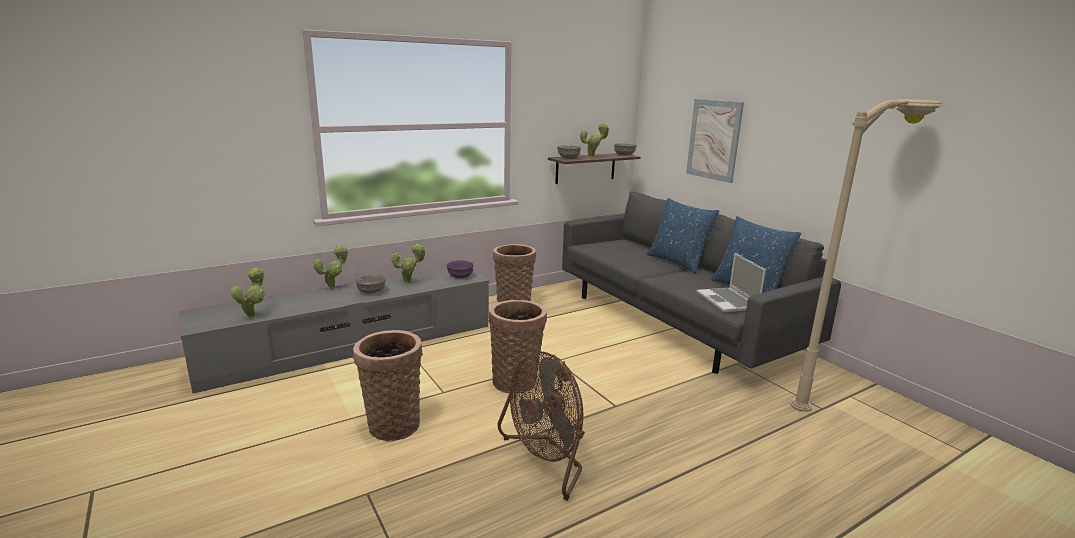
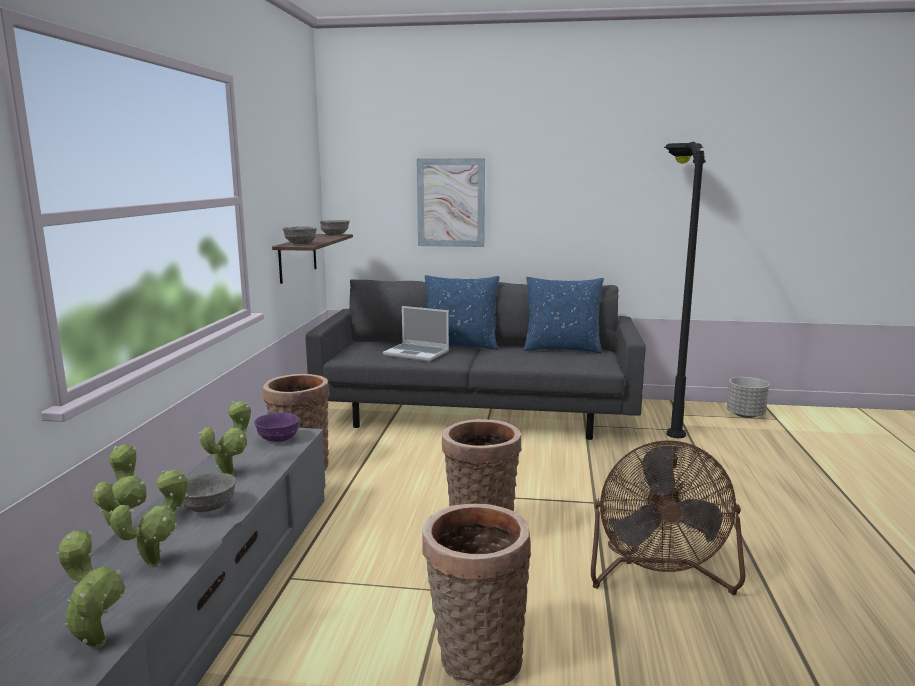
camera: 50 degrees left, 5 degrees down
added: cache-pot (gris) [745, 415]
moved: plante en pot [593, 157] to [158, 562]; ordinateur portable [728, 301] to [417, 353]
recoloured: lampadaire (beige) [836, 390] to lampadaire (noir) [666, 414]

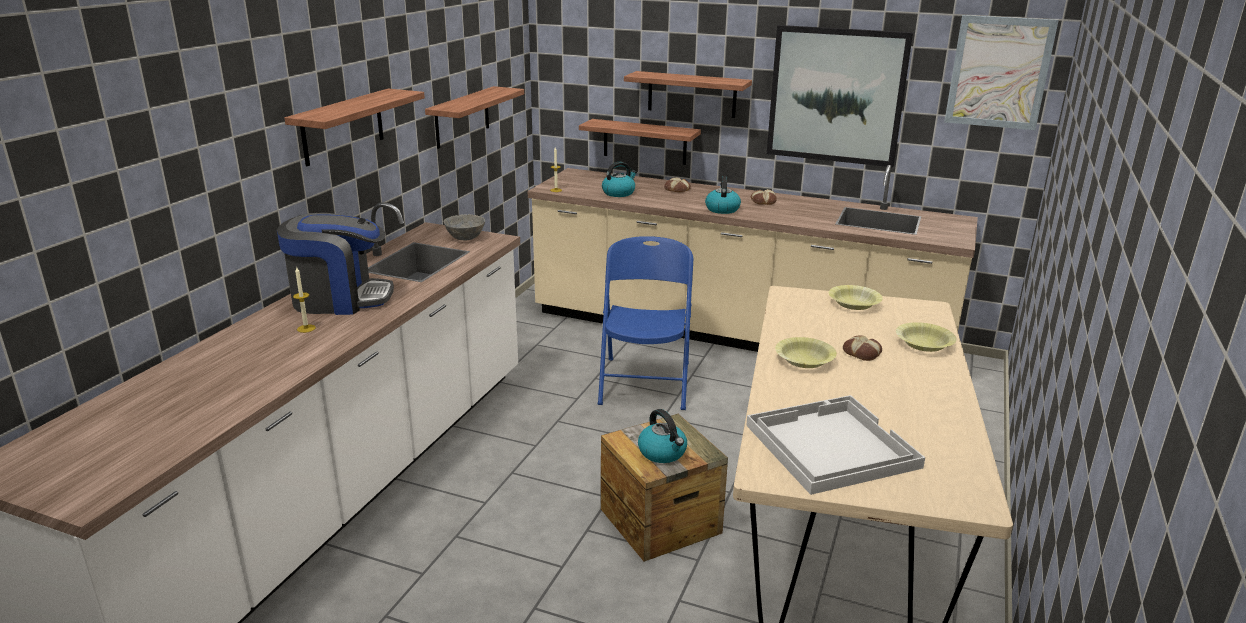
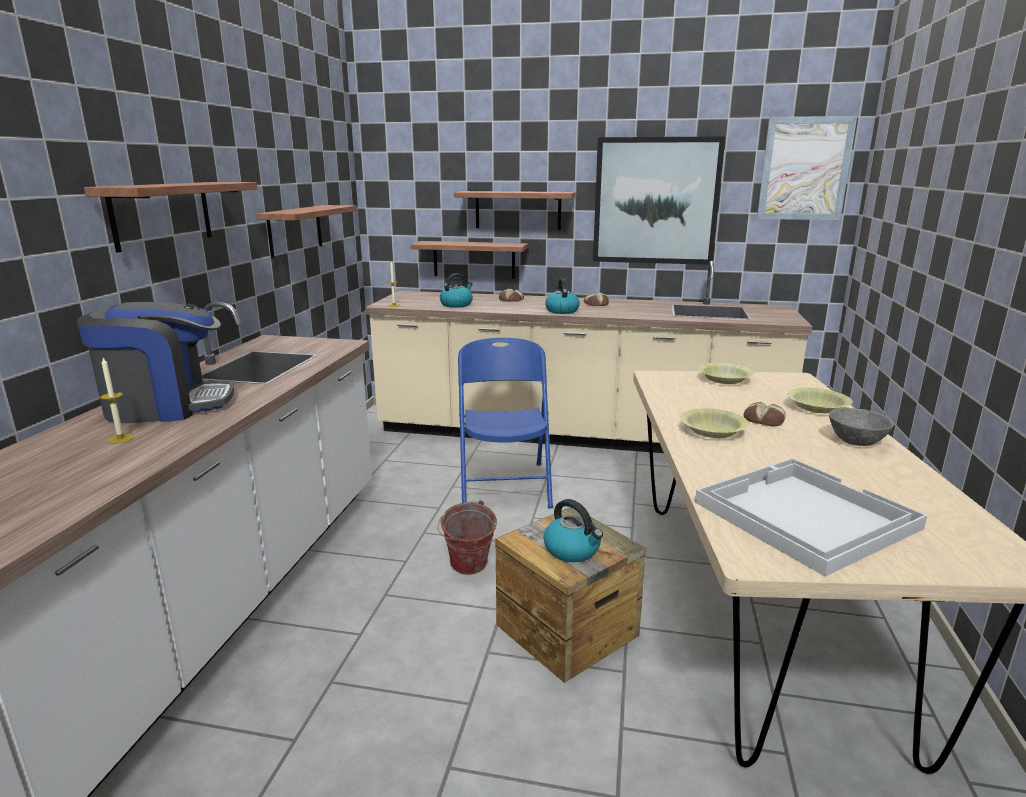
camera: 10 degrees left, 5 degrees down
added: seau [468, 570]
moved: bol (gris) [465, 238] to [856, 442]

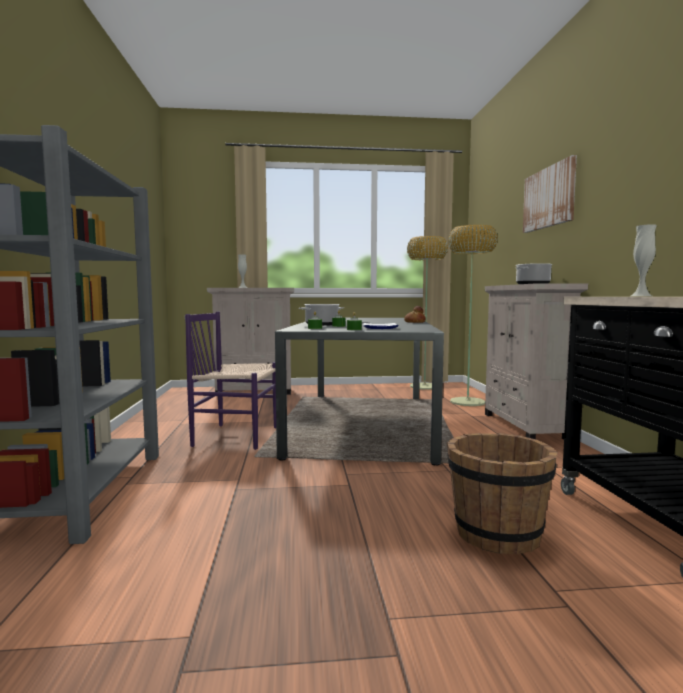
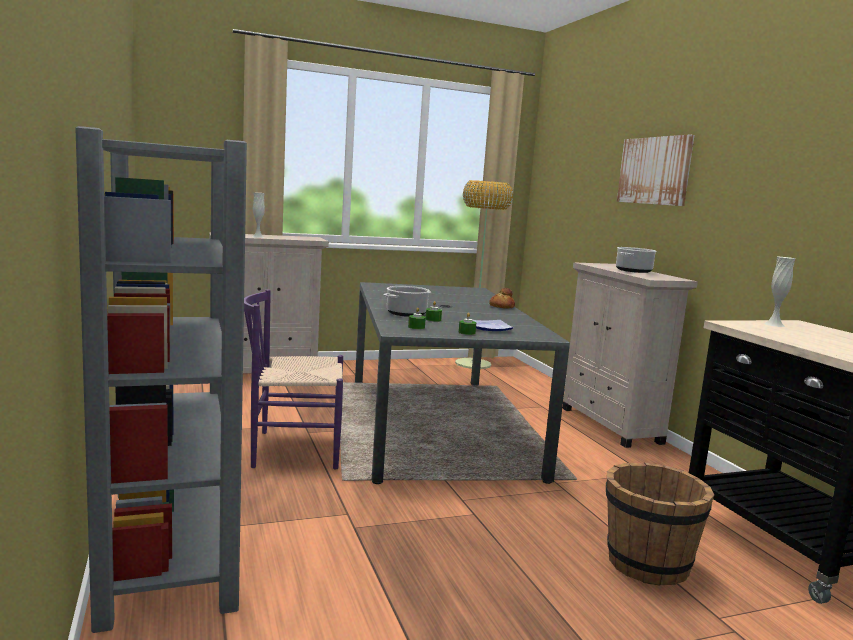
camera: 15 degrees left, 5 degrees up
removed: lampadaire [467, 402]

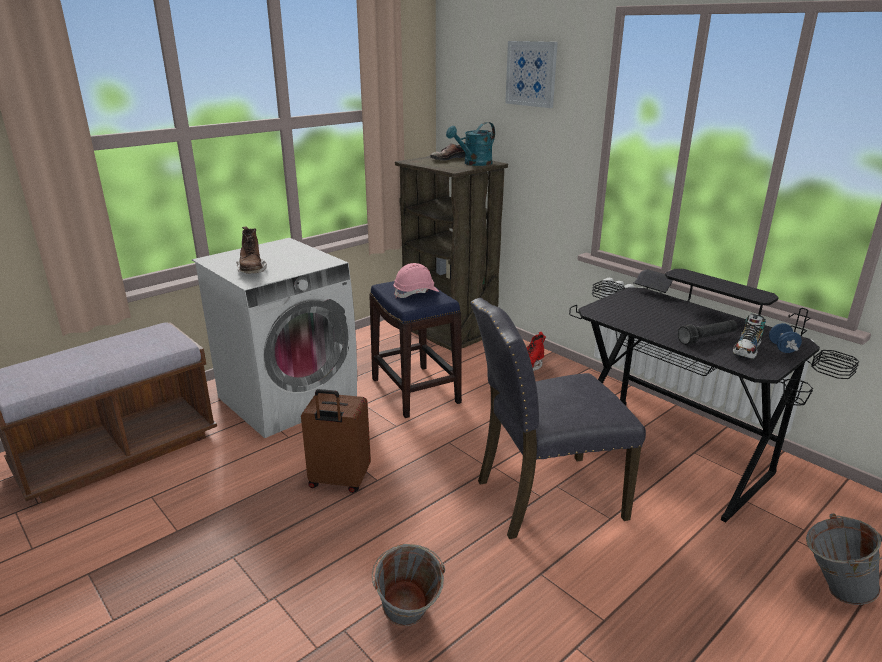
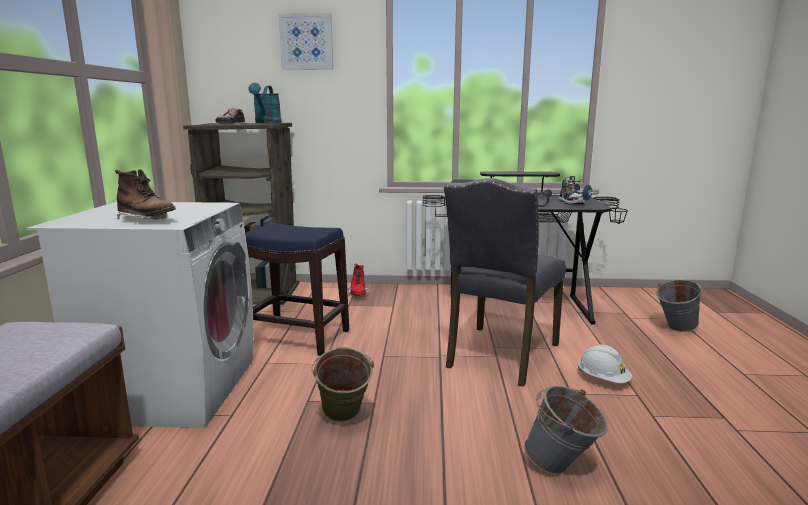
camera: 45 degrees left, 10 degrees down
removed: casque de chantier (rose) [416, 293]
added: casque de chantier (blanc) [603, 379]
replaced: valise (marron) [339, 481] to seau (vert) [343, 419]

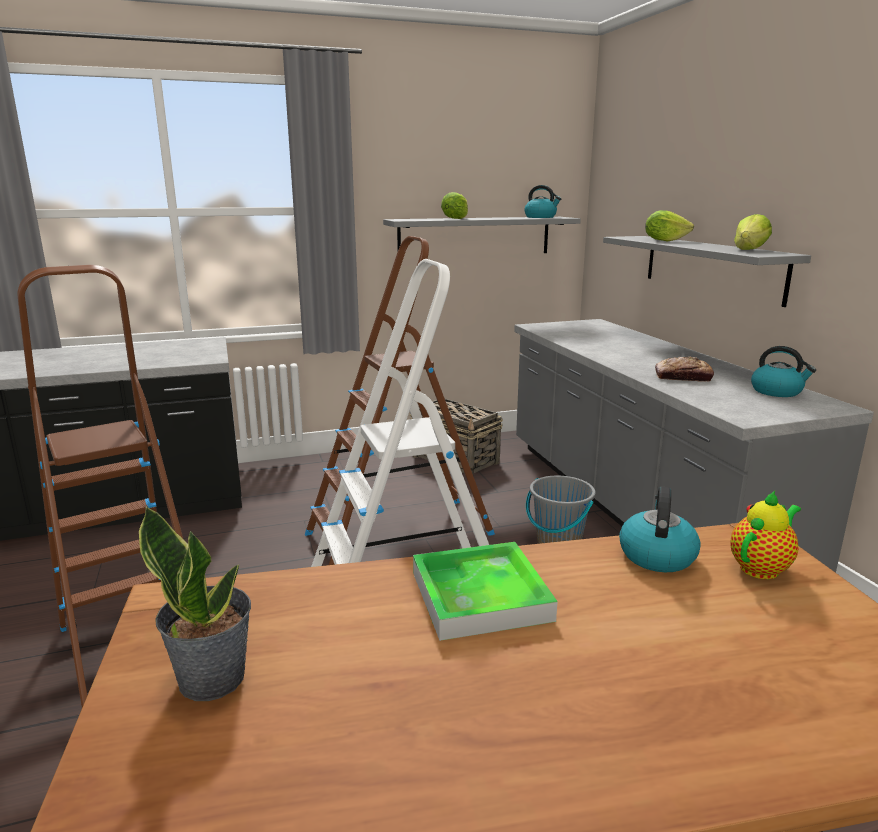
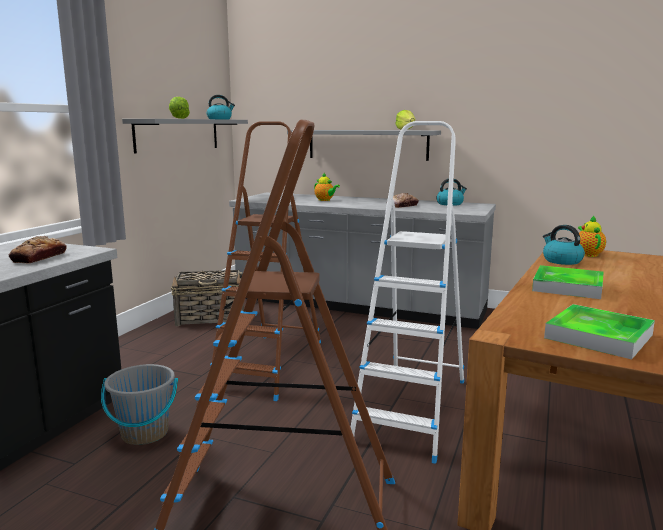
camera: 50 degrees left, 5 degrees down
removed: laitue [664, 240]
added: pain [39, 257]; théière [325, 200]
moved: seau (gris) [558, 542] to [144, 433]
replaced: plante en pot [213, 677] to plateau [598, 336]

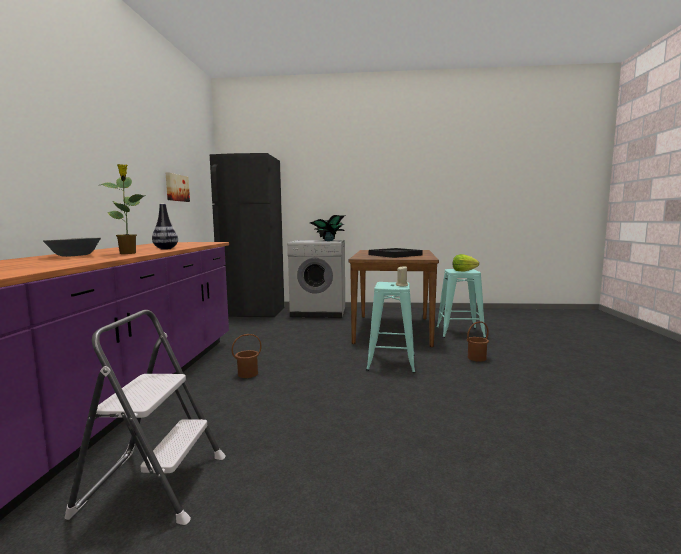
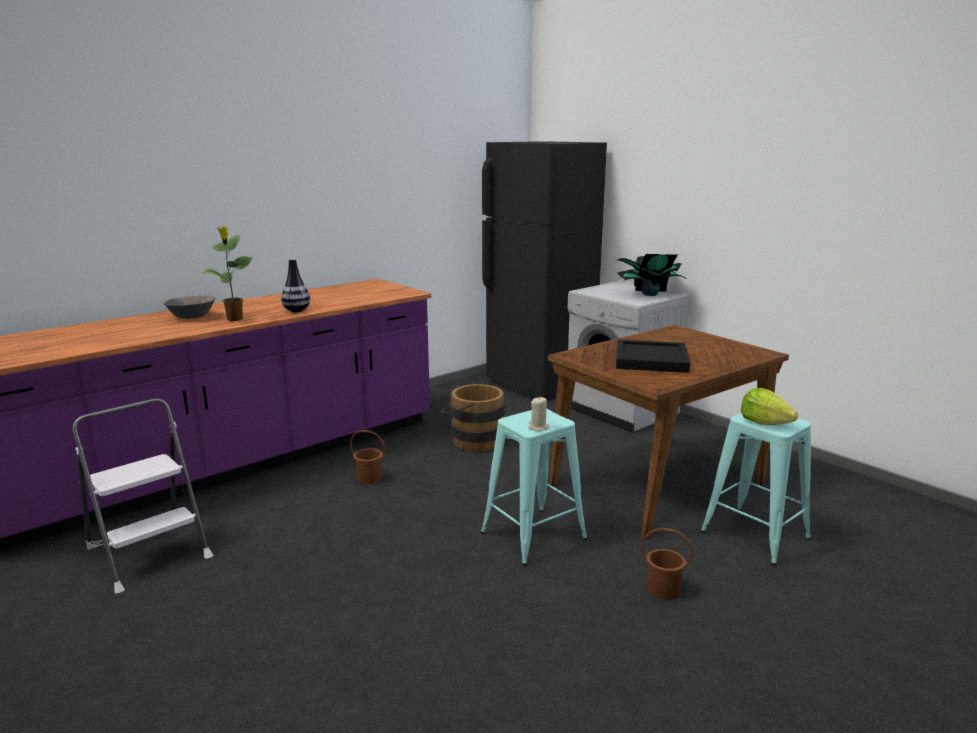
camera: 45 degrees right, 10 degrees up
removed: tableau [176, 188]
added: seau (marron) [472, 440]

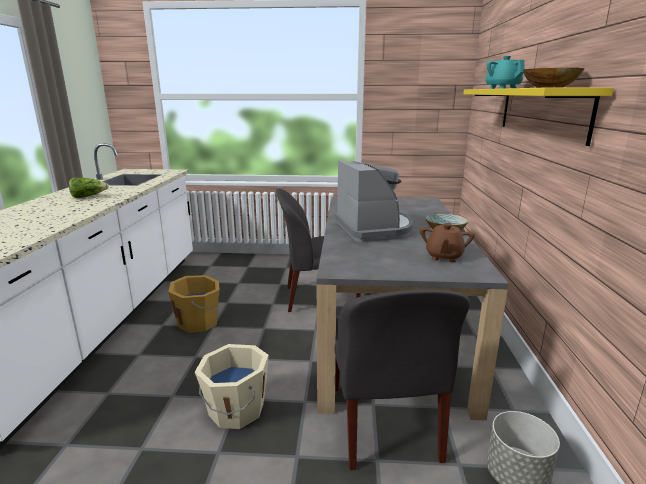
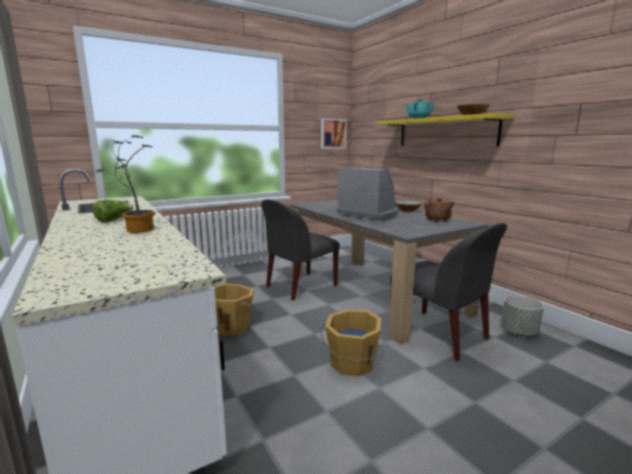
camera: 35 degrees left, 5 degrees down
added: plante en pot [136, 230]; tableau [332, 133]
recoloured: seau (beige) [235, 410] to seau (orange) [352, 363]

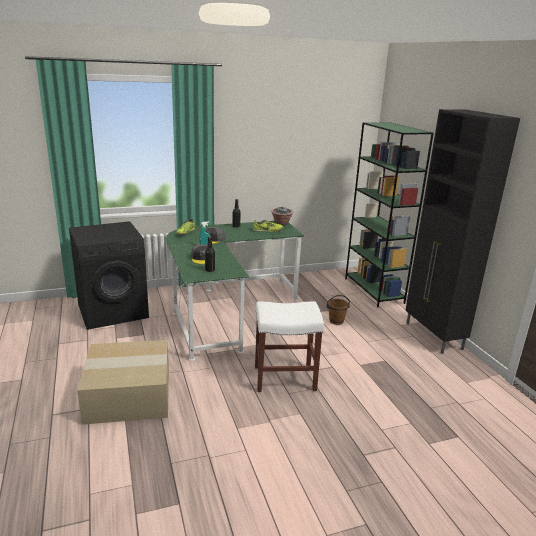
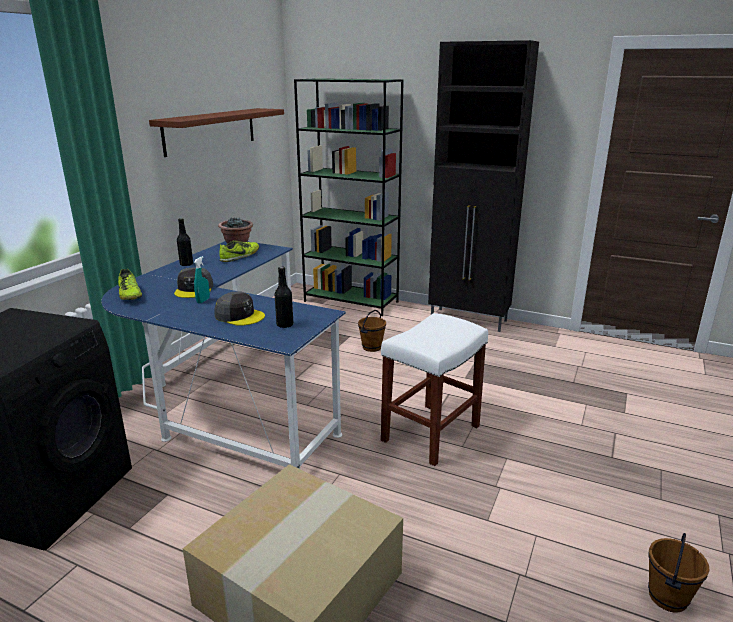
camera: 45 degrees left, 0 degrees up
added: étagère (marron) [211, 130]; seau (marron) [668, 598]
recoloured: bureau (vert) [224, 310] to bureau (bleu) [229, 398]

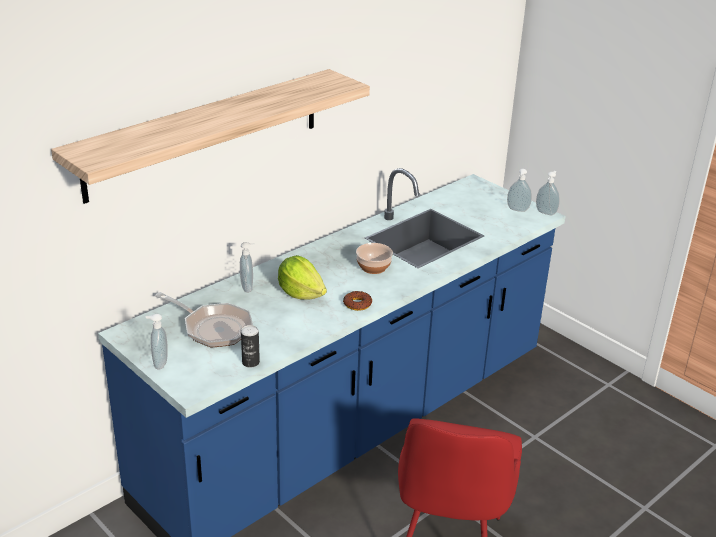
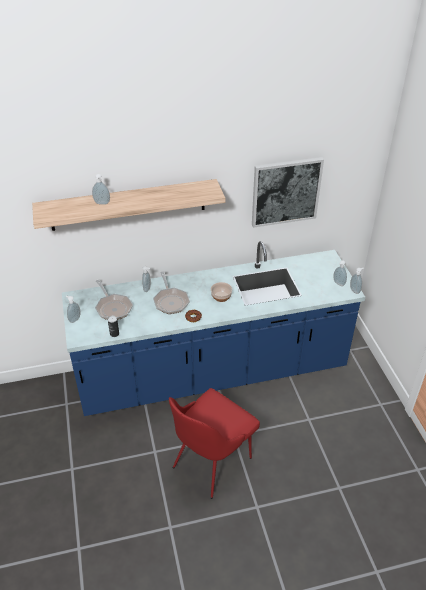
camera: 30 degrees right, 10 degrees up
added: distributeur de savon [102, 203]; tableau [285, 191]
replaced: laitue [301, 293] to poêle [170, 301]

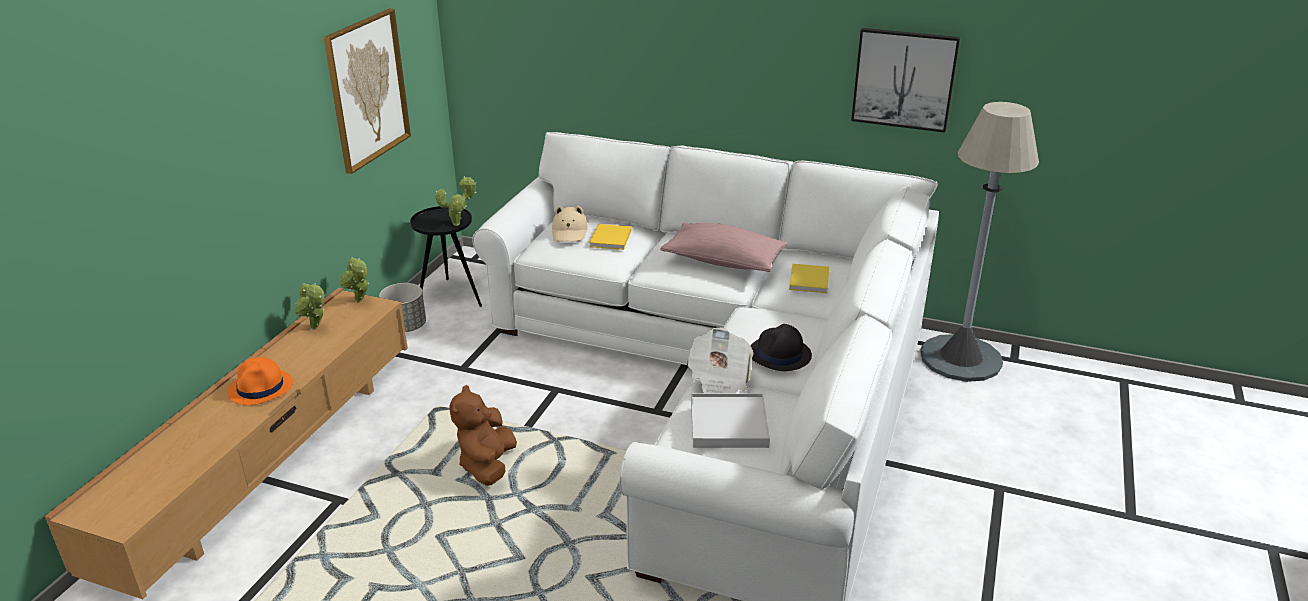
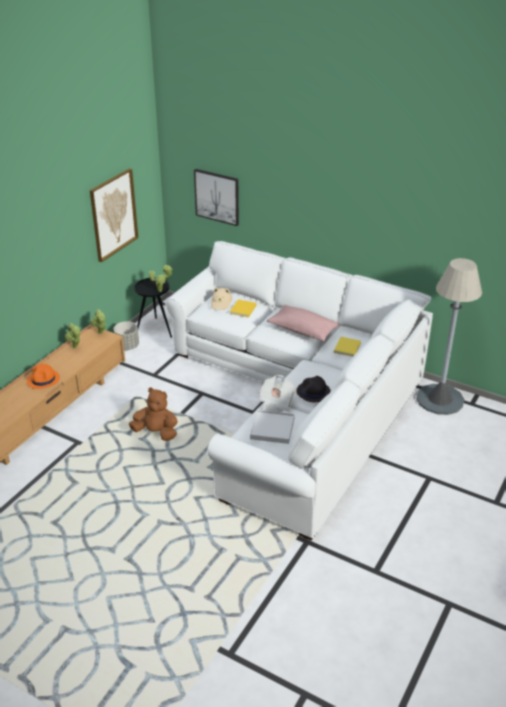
camera: 10 degrees right, 5 degrees up
moved: tableau [904, 79] to [217, 196]
turned: peluche (marron) [487, 465] = [156, 432] 90 degrees clockwise

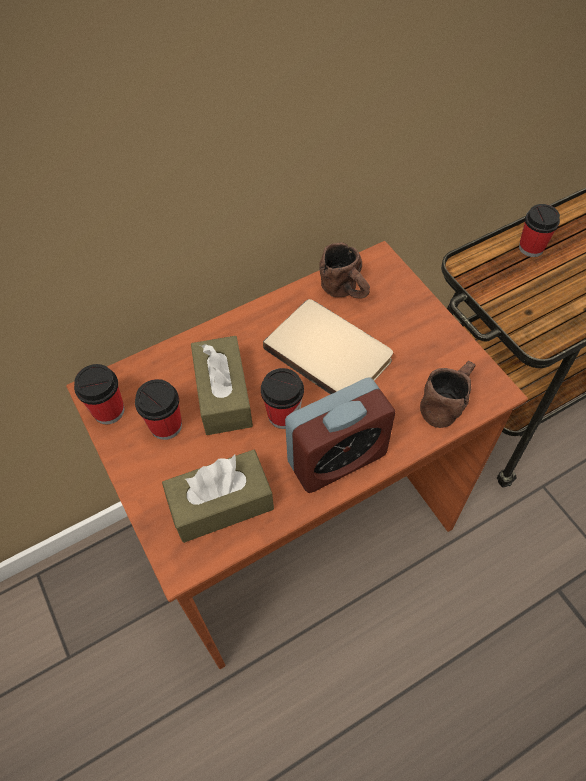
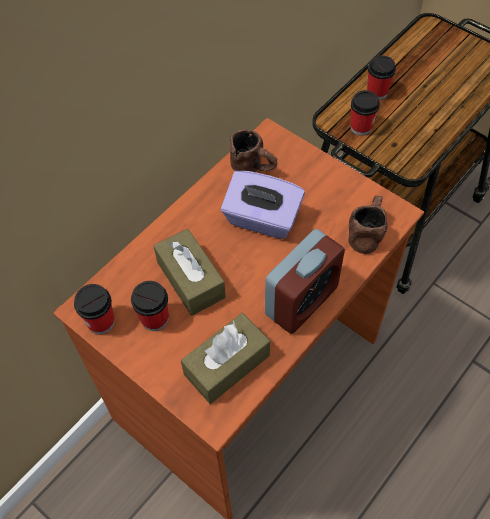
camera: 20 degrees left, 0 degrees up
moved: tasse [283, 415] to [361, 127]
replaced: livre (beige) [330, 351] to boîte à mouchoirs (violet) [262, 219]

